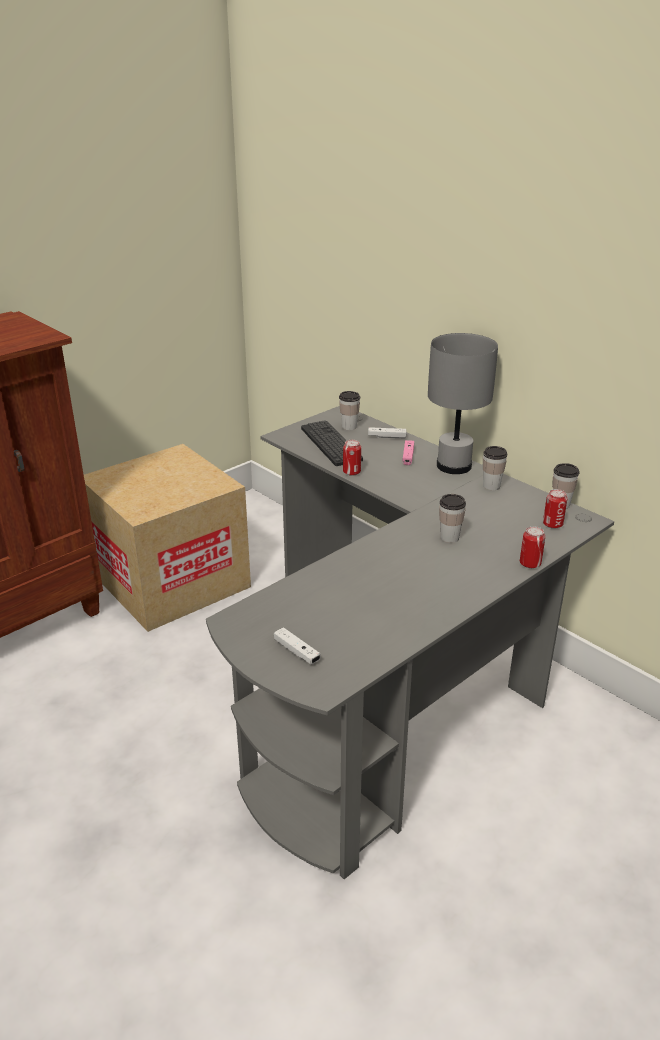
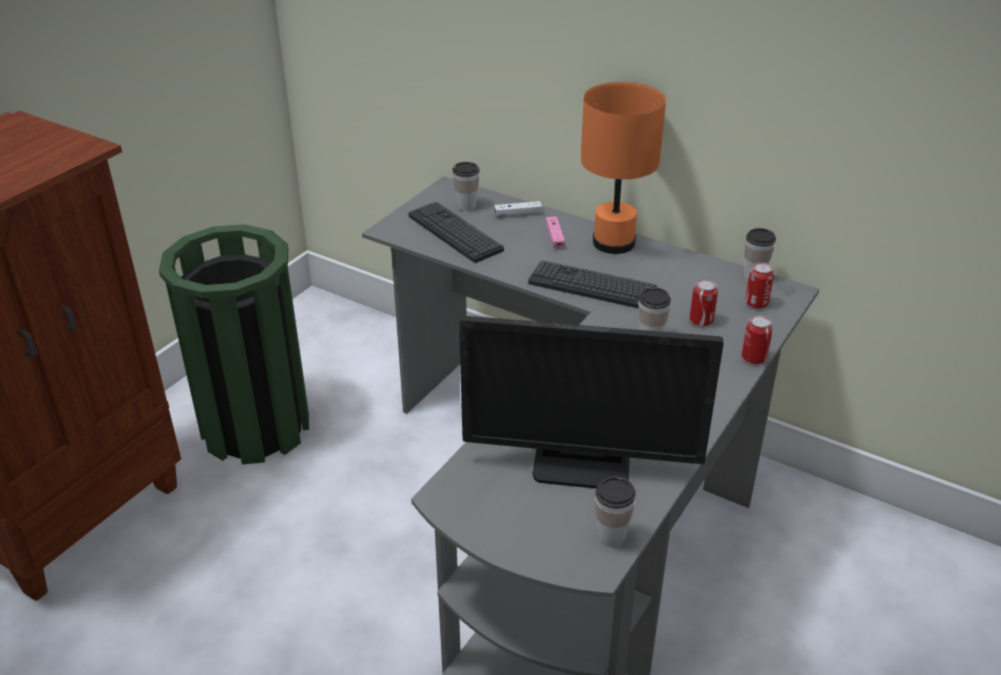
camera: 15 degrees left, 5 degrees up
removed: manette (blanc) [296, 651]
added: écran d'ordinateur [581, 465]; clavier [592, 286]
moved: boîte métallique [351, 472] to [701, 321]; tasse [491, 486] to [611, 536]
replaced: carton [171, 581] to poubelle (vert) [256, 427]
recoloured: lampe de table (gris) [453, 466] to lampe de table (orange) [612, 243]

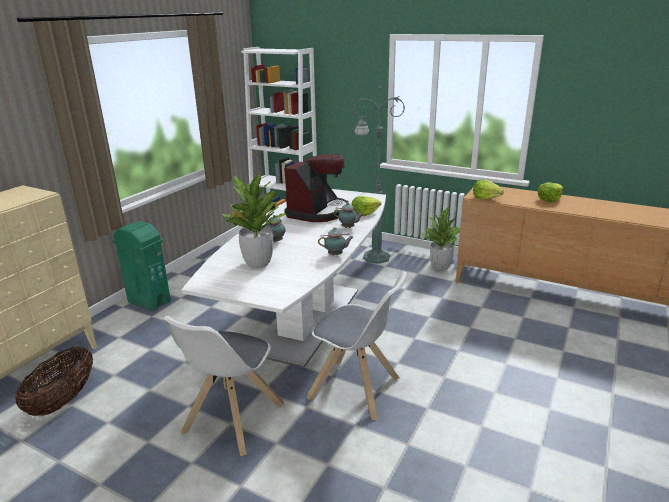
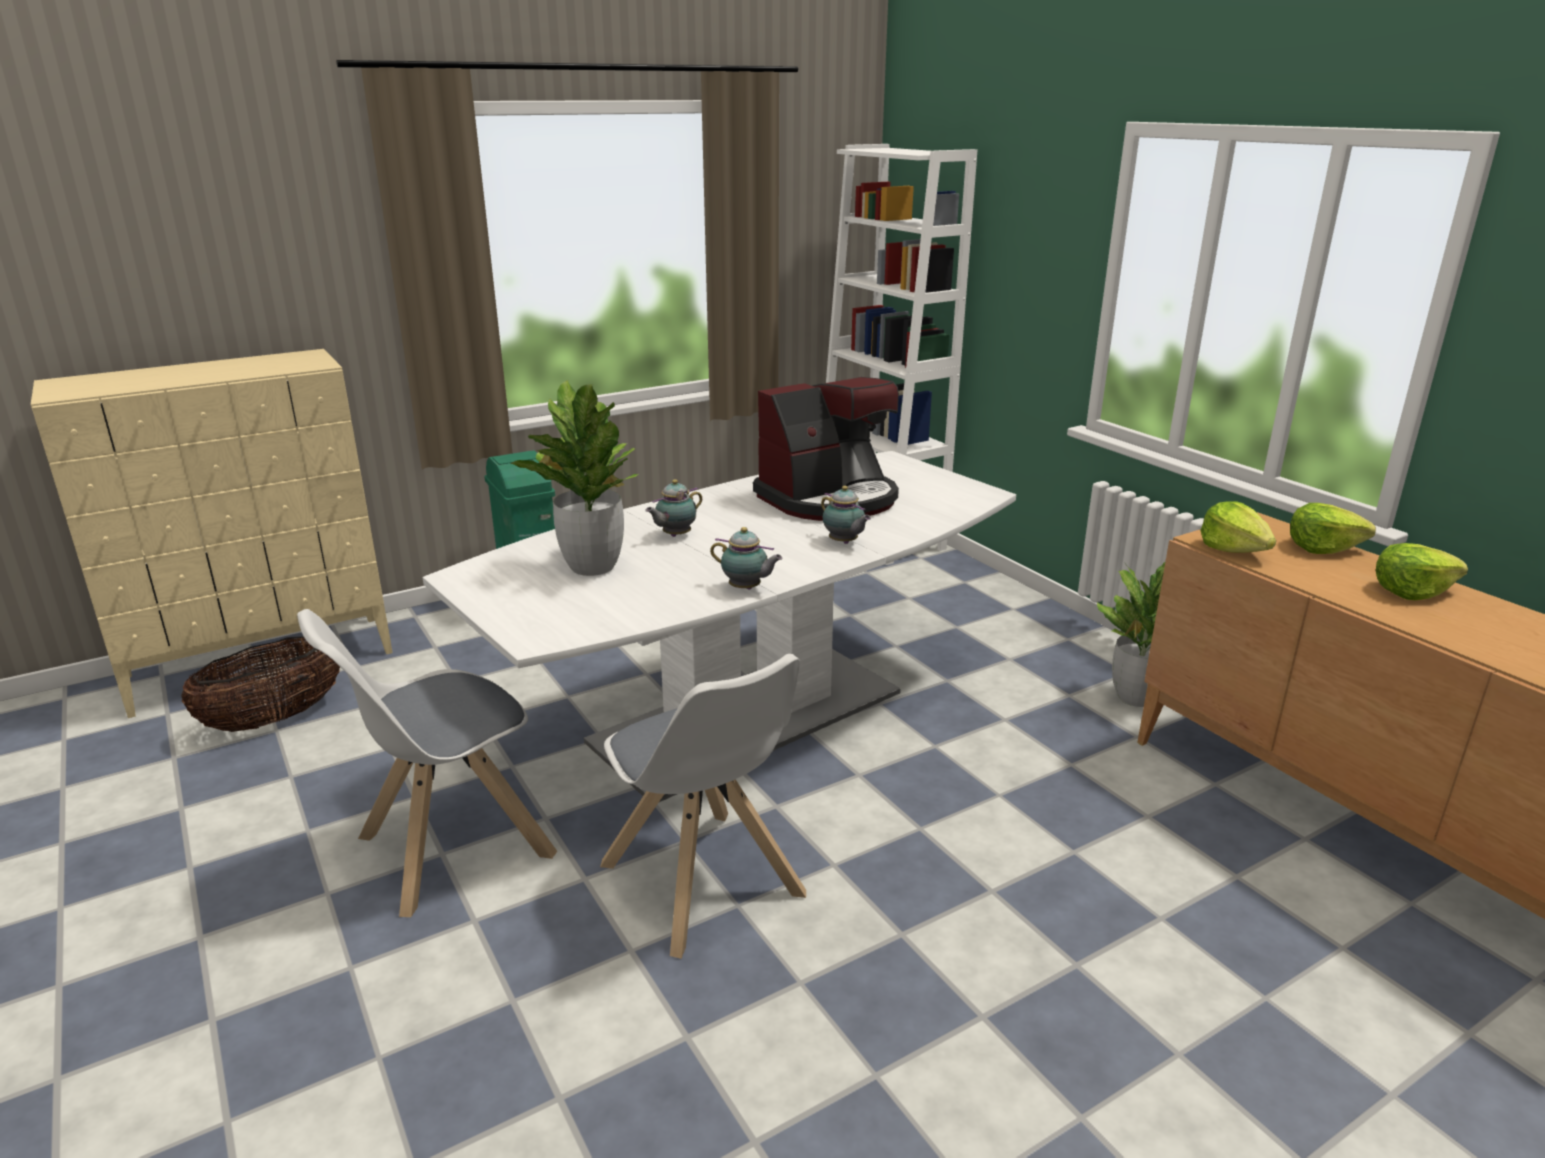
camera: 30 degrees right, 0 degrees up
removed: lampadaire (vert) [374, 257]
moved: laitue [364, 213] to [1322, 548]

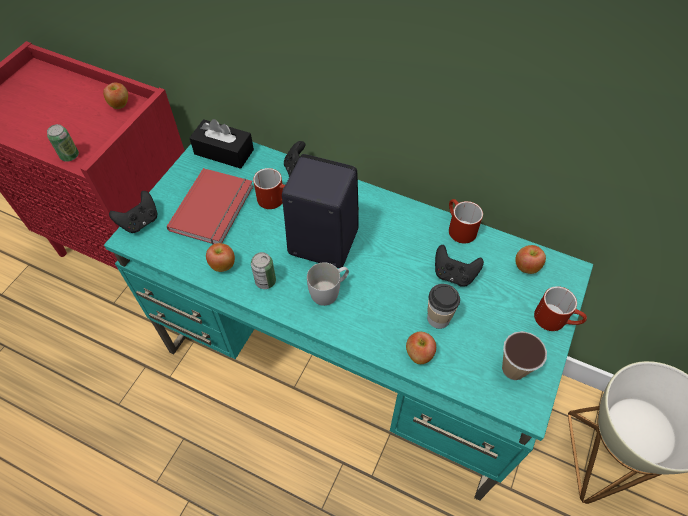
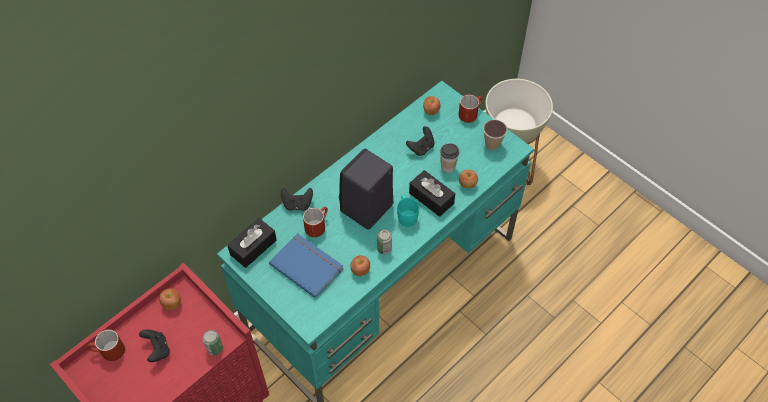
camera: 70 degrees left, 0 degrees up
added: boîte à mouchoirs (noir) [431, 198]
moved: manette (noir) [140, 222] to [157, 350]; mug (rouge) [458, 228] to [108, 352]
recoloured: livre (rouge) [214, 208] to livre (bleu) [307, 265]; mug (blanc) [329, 291] to mug (turquoise) [406, 215]

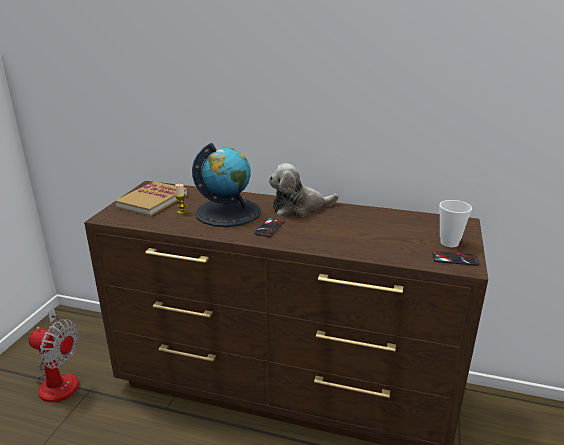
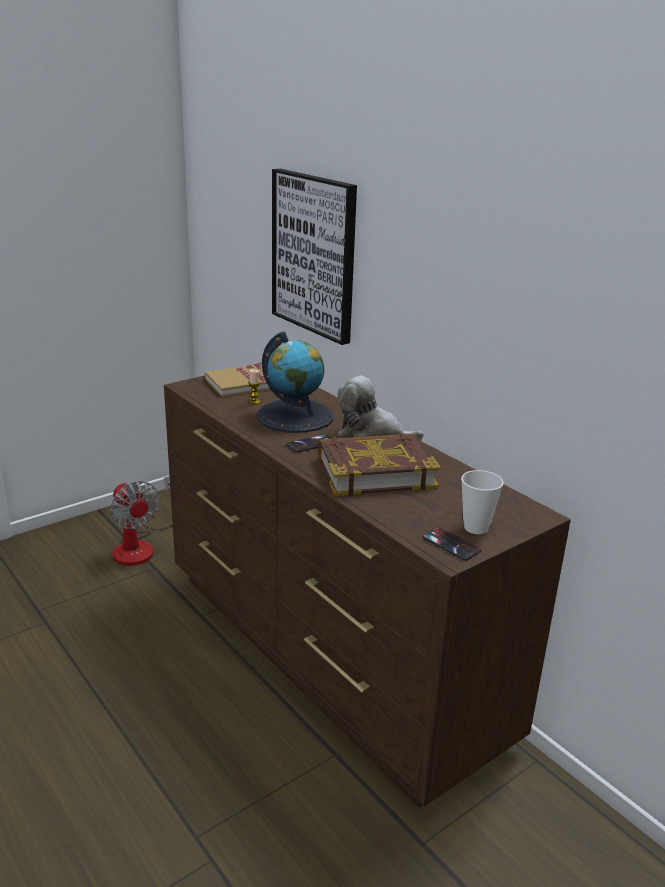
camera: 35 degrees right, 0 degrees up
added: tableau [314, 254]; livre [375, 471]

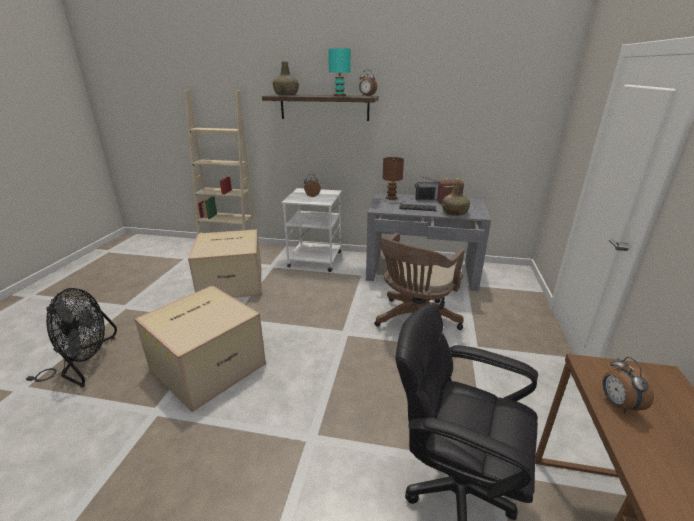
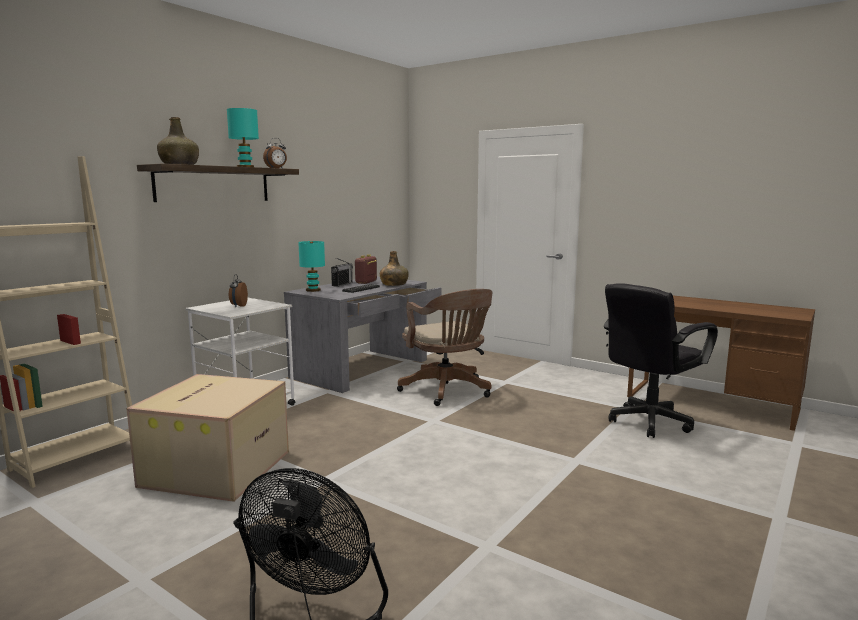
camera: 65 degrees left, 15 degrees down
removed: carton [208, 365]; réveil [617, 404]
recoloured: lampe de table (marron) [391, 197] to lampe de table (turquoise) [312, 290]

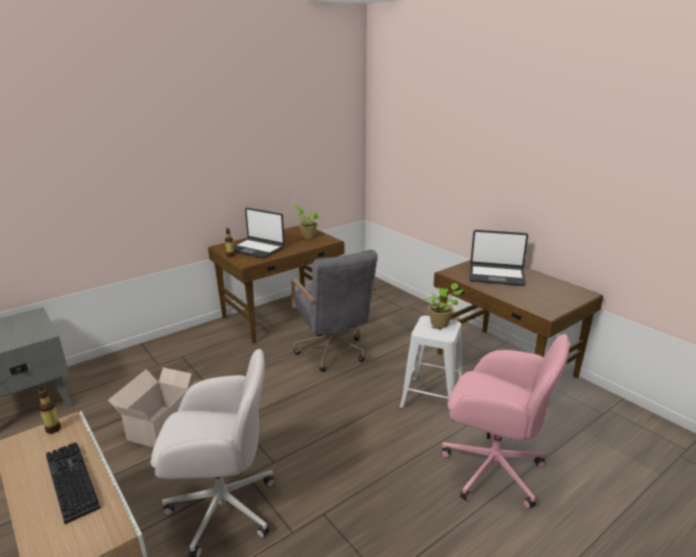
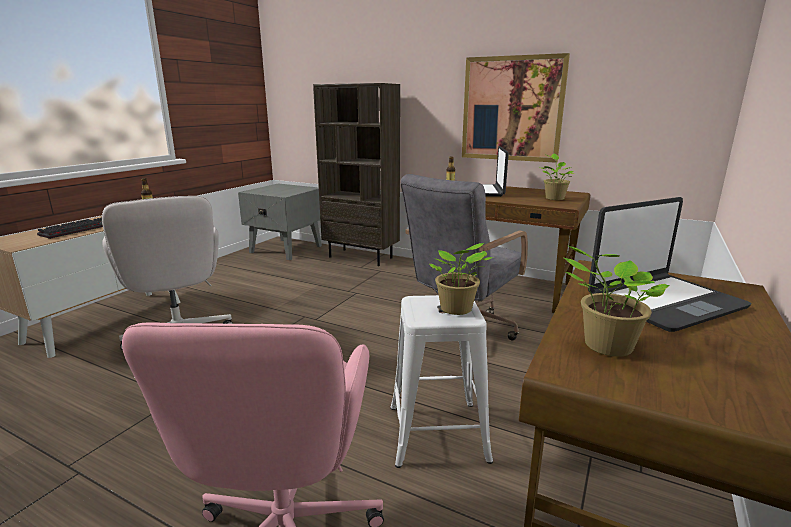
camera: 65 degrees right, 5 degrees down
removed: carton [162, 425]
added: bibliothèque (marron) [361, 257]; tableau [512, 109]; plante en pot [604, 346]
turned: ordinateur portable [496, 276] = [663, 302] 105 degrees counterclockwise

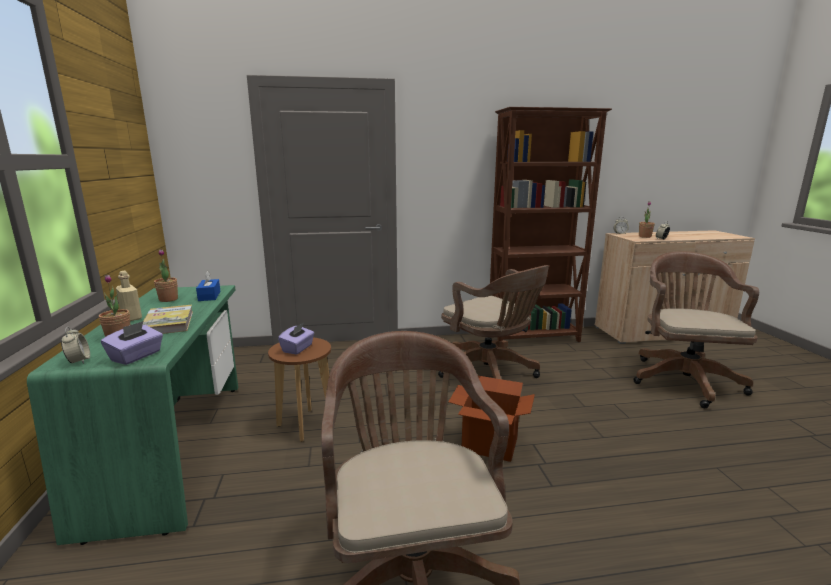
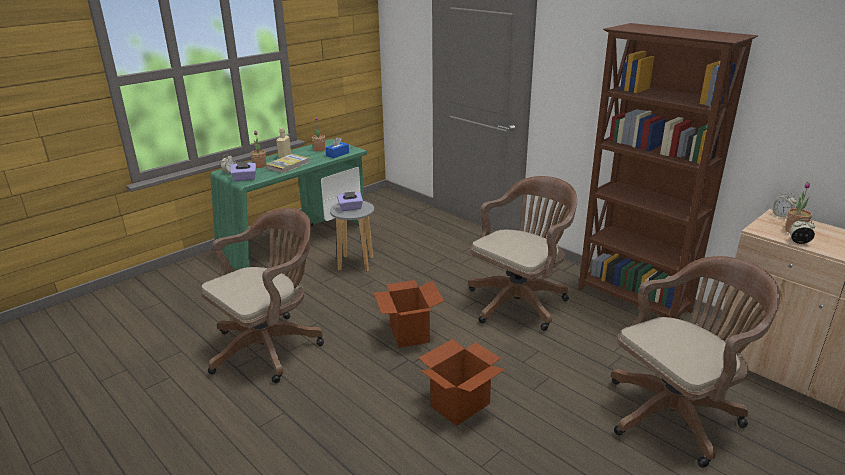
camera: 55 degrees right, 10 degrees up
added: carton [460, 404]
recoloured: tabouret (marron) [306, 425] to tabouret (gris) [356, 264]
turned: chaise de bureau (marron) [491, 372] = [520, 301] 150 degrees counterclockwise

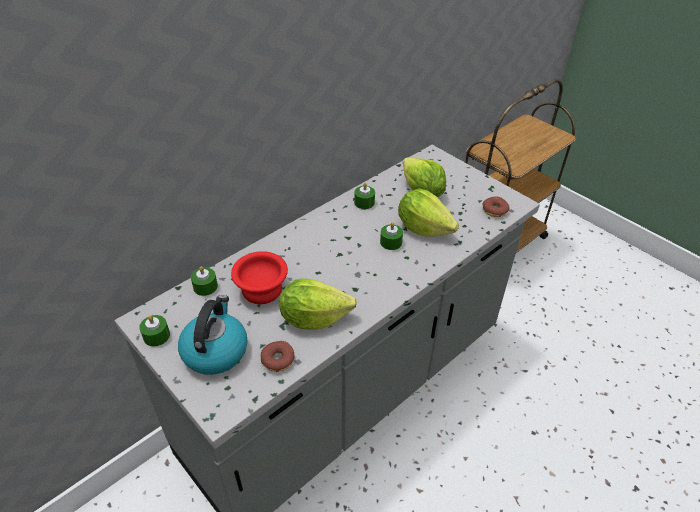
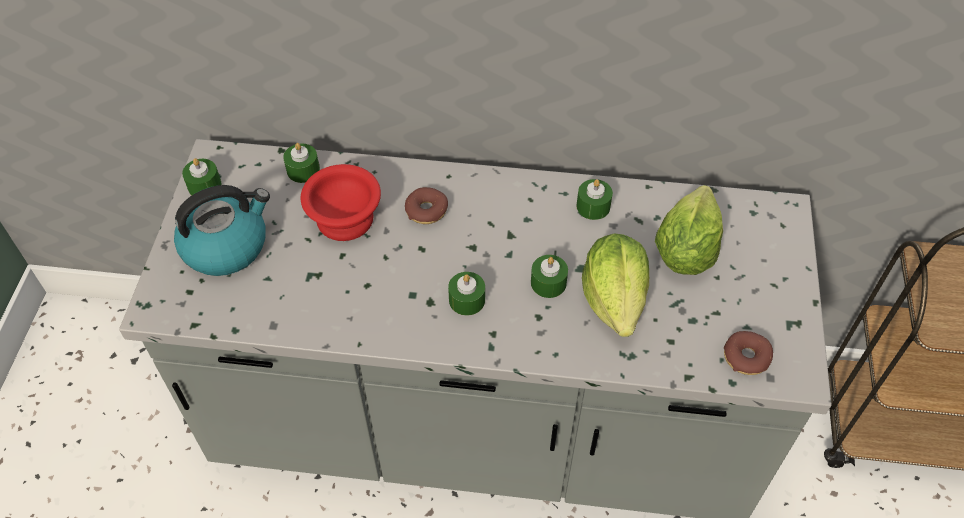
camera: 50 degrees right, 10 degrees up
removed: laitue [313, 318]
added: bougie (vert) [467, 300]
moved: beignet [278, 360] to [426, 210]

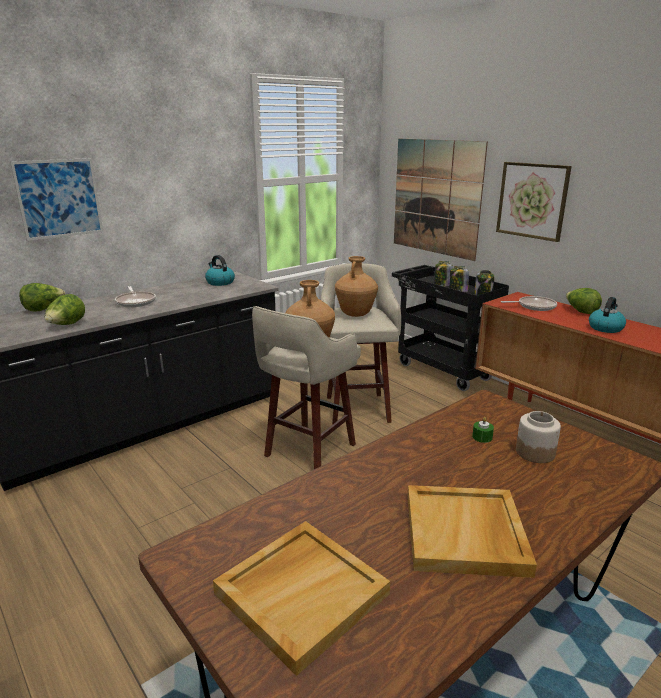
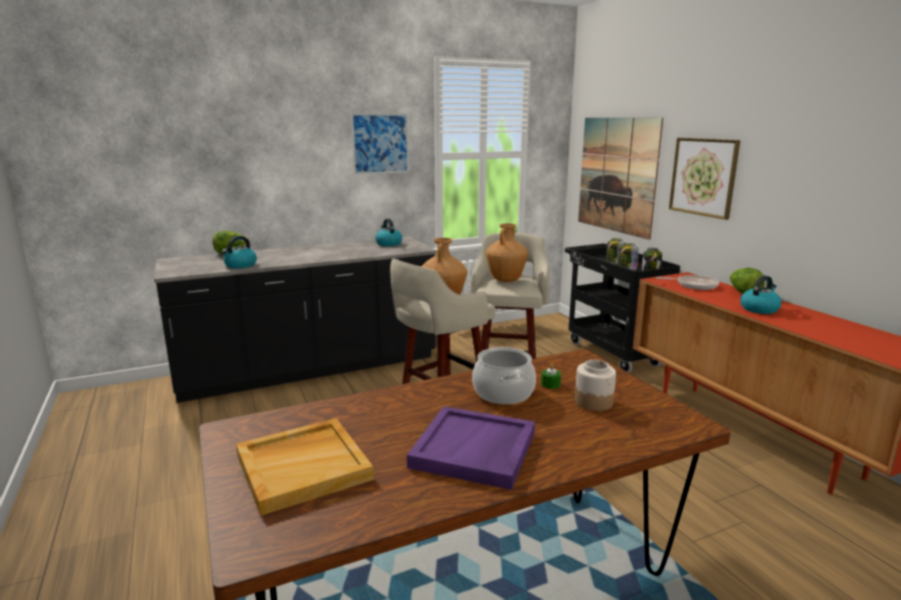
camera: 15 degrees right, 5 degrees down
removed: poêle [135, 302]
added: marmite [502, 392]
moved: tableau [59, 198] to [380, 143]
replaced: laitue [67, 325] to bouilloire [240, 265]
recoloured: plateau (beige) [466, 534] to plateau (violet) [474, 450]

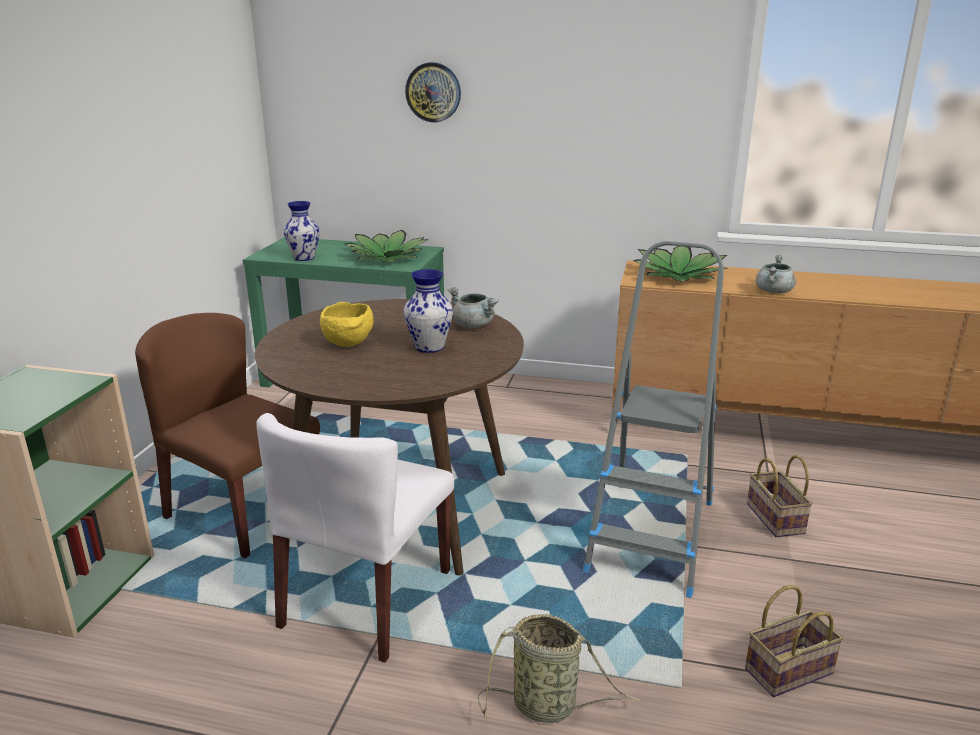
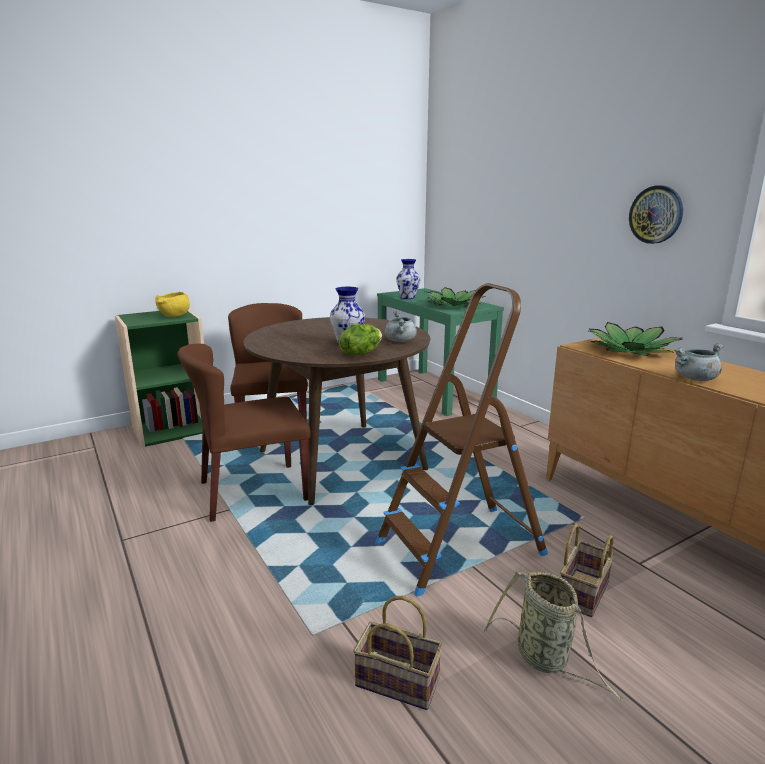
camera: 45 degrees right, 5 degrees down
added: laitue [360, 353]
moved: bol (jaune) [349, 344] to [174, 316]; horloge murale [433, 92] to [656, 214]; panier [548, 706] to [545, 659]
recoloured: chaise (blanc) [366, 599] to chaise (marron) [252, 491]; escabeau (gris) [651, 535] to escabeau (marron) [458, 548]

